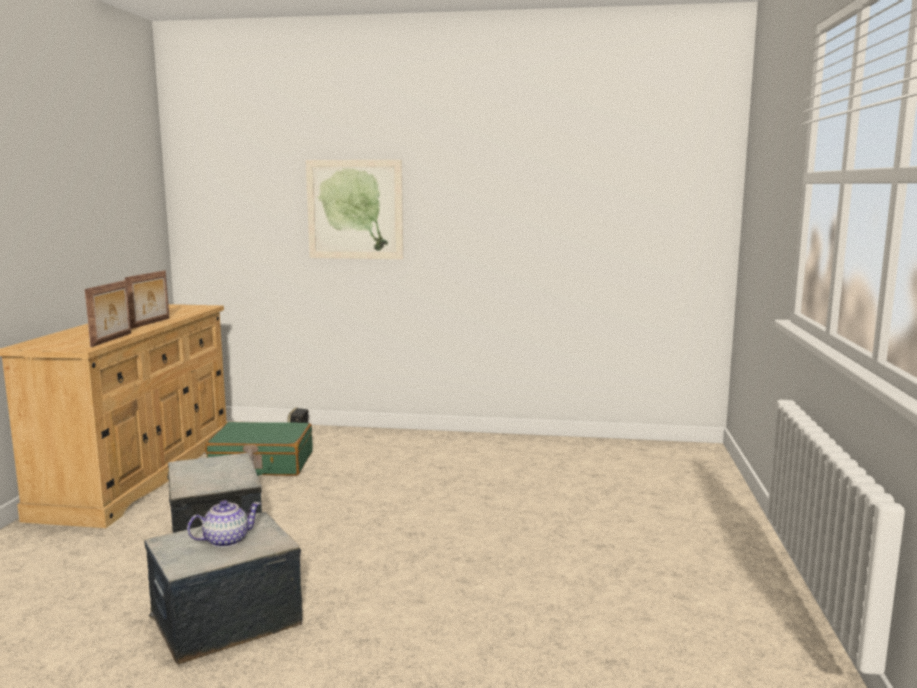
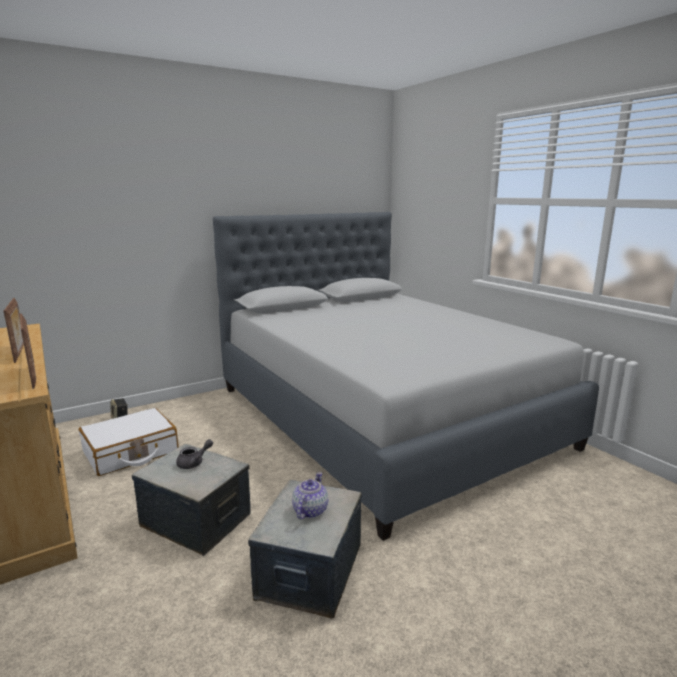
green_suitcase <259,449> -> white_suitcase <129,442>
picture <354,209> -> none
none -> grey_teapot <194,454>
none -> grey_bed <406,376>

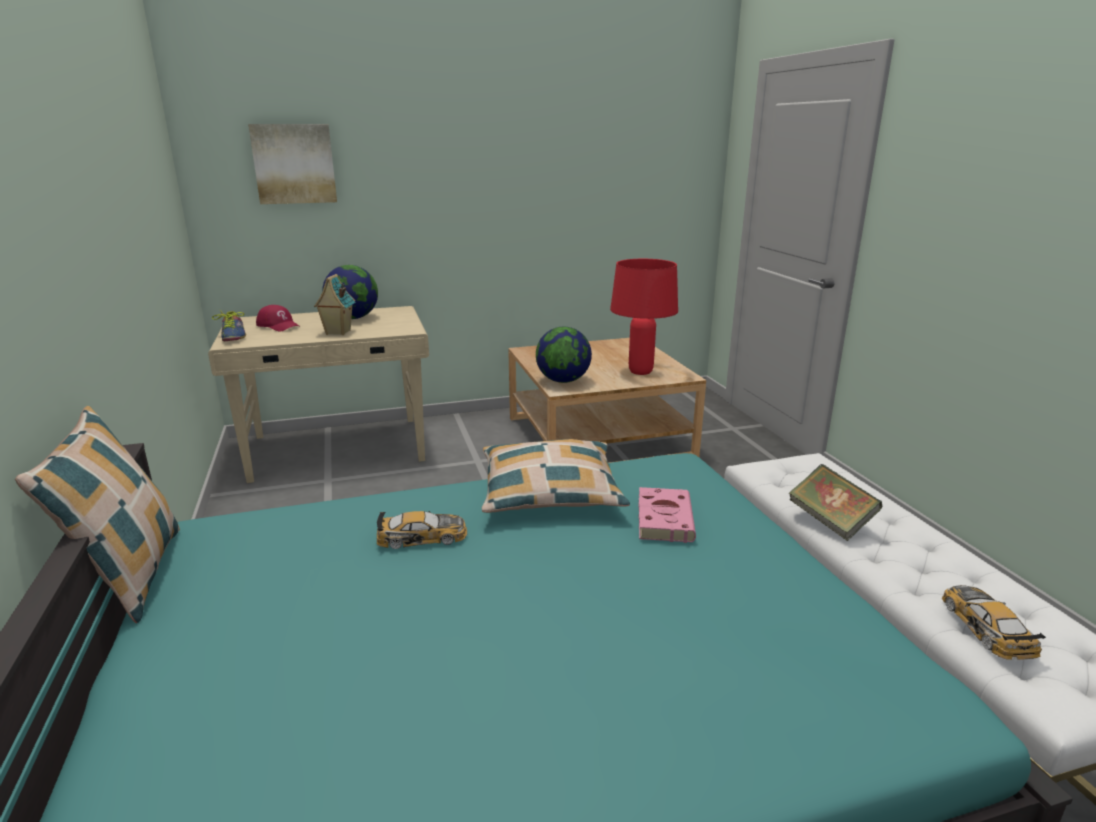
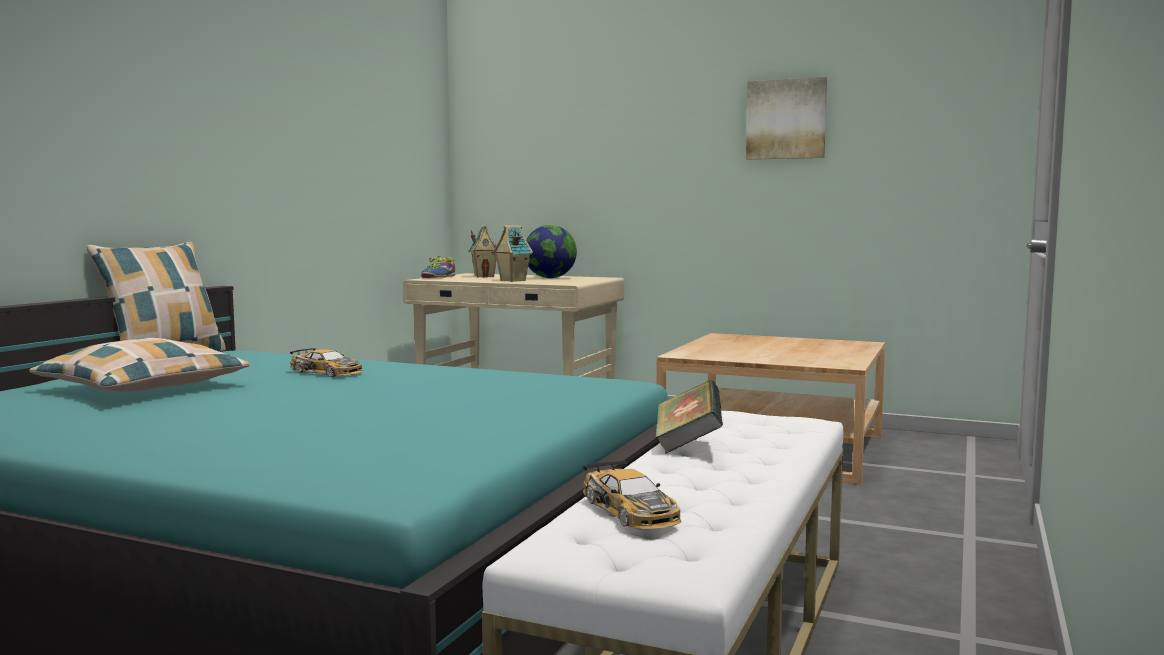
picture <292,164> -> picture <786,118>, moved
red_cap <278,318> -> toy_house <482,251>
pillow <556,476> -> pillow <139,365>, moved
globe <564,355> -> none
red_table_lamp <644,317> -> none
pink_book <667,515> -> none
toy_car <994,622> -> toy_car <632,494>, 120 degrees clockwise

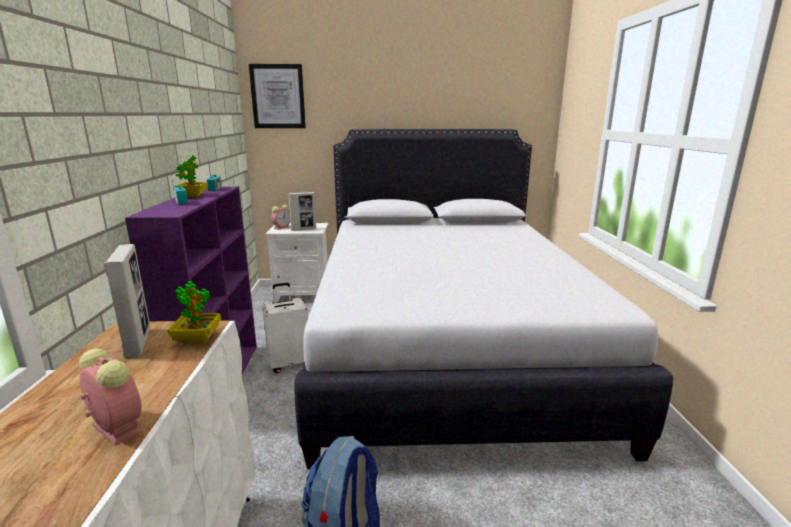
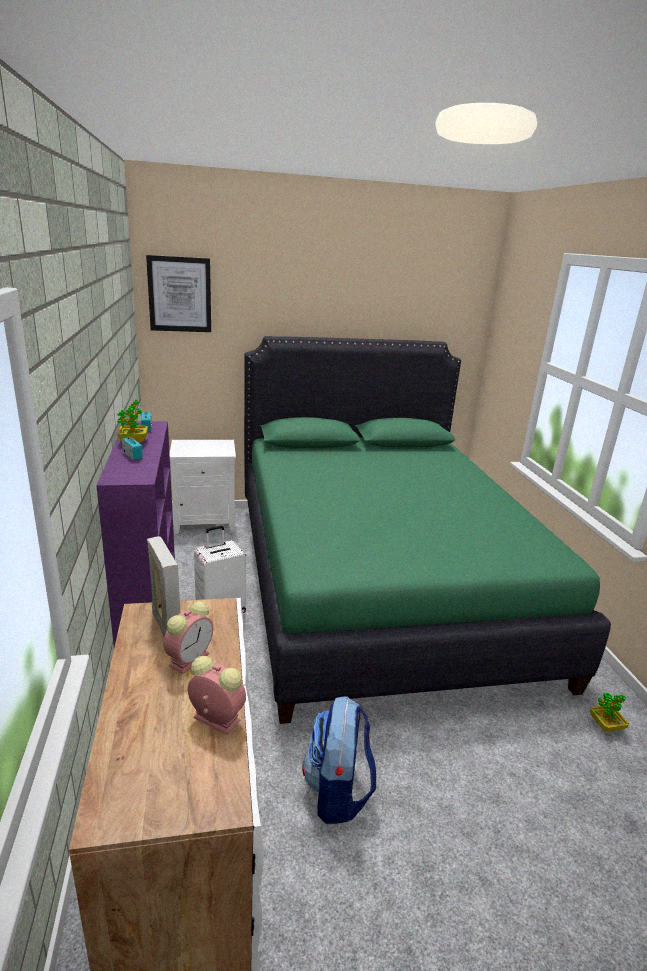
potted_plant <194,312> -> potted_plant <609,712>, moved
alarm_clock <280,217> -> alarm_clock <188,637>, moved
picture_frame <302,211> -> none
white_bed <483,299> -> green_bed <427,530>

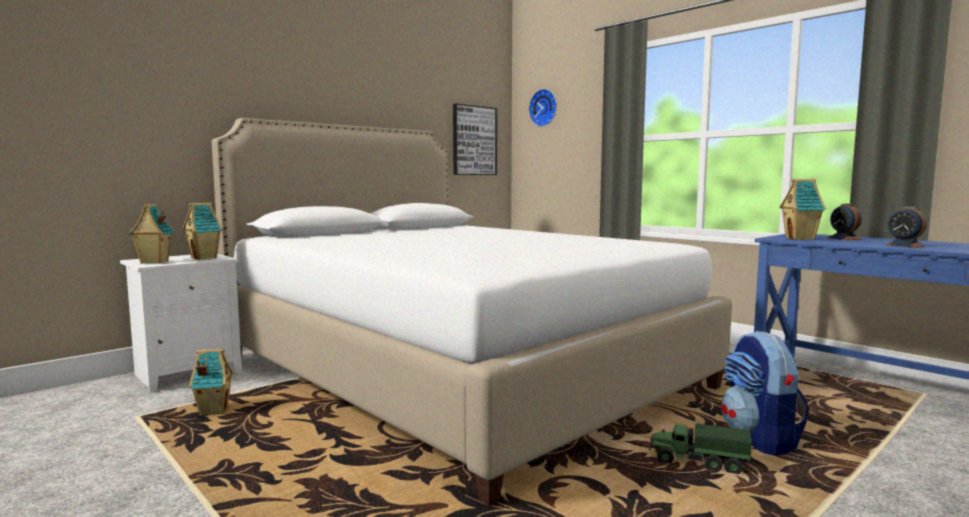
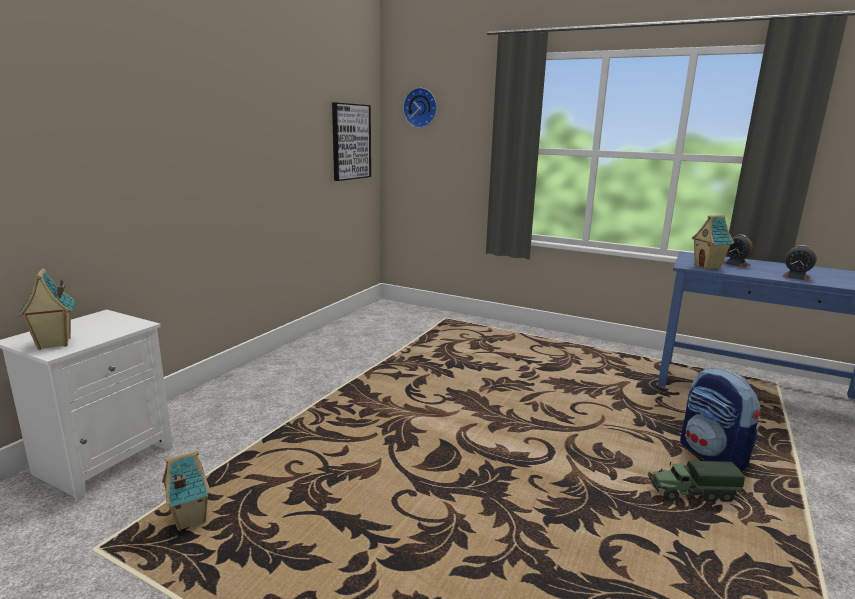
toy_house <202,231> -> none
white_bed <472,312> -> none

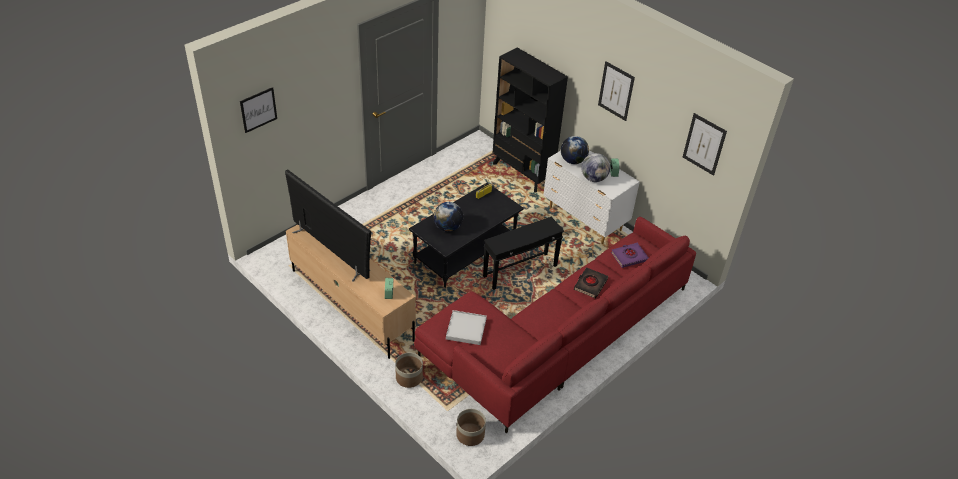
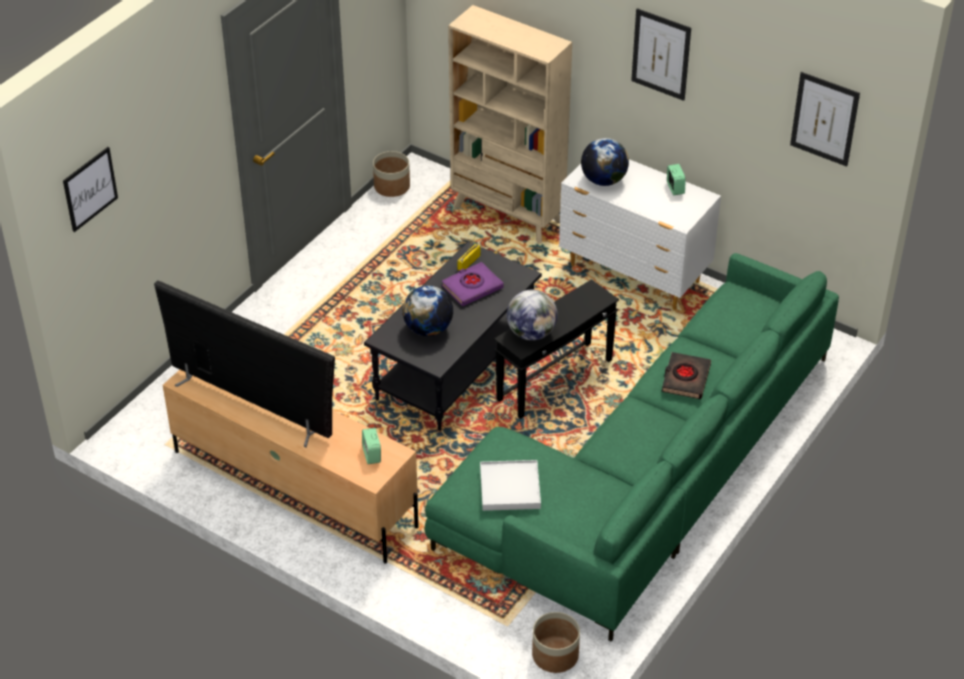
planter <409,370> -> planter <391,174>, moved
red_sofa <555,325> -> green_sofa <632,447>
black_bookcase <530,120> -> beige_bookcase <510,124>
globe <595,167> -> globe <532,314>, moved
purple_book <630,255> -> purple_book <472,284>, moved

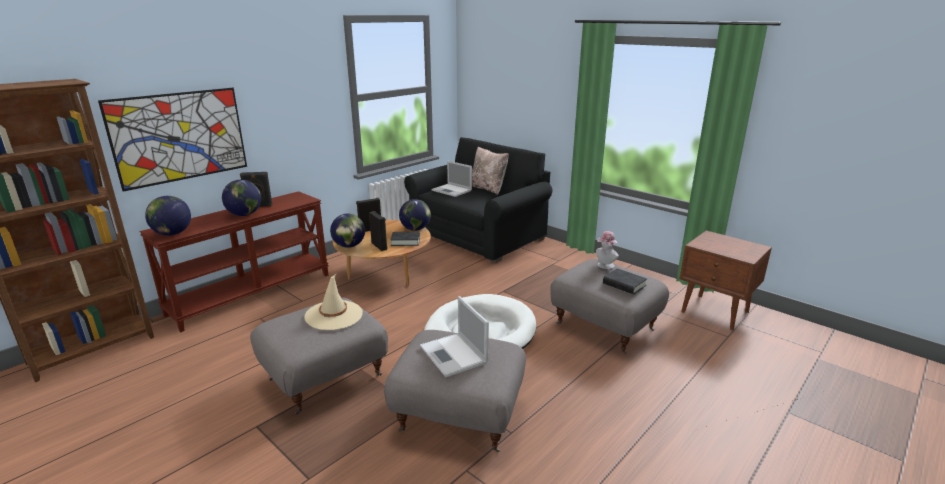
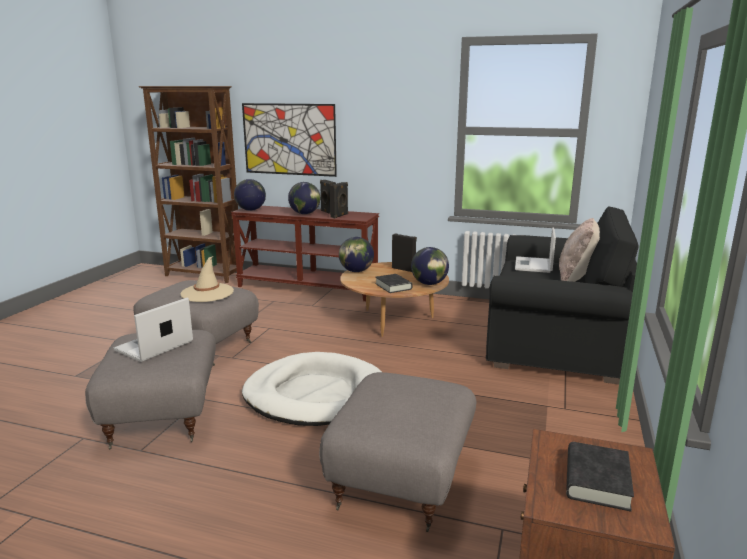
black_speaker <378,231> -> black_speaker <339,200>, moved
hat <607,250> -> none
black_book <625,281> -> black_book <600,477>, moved

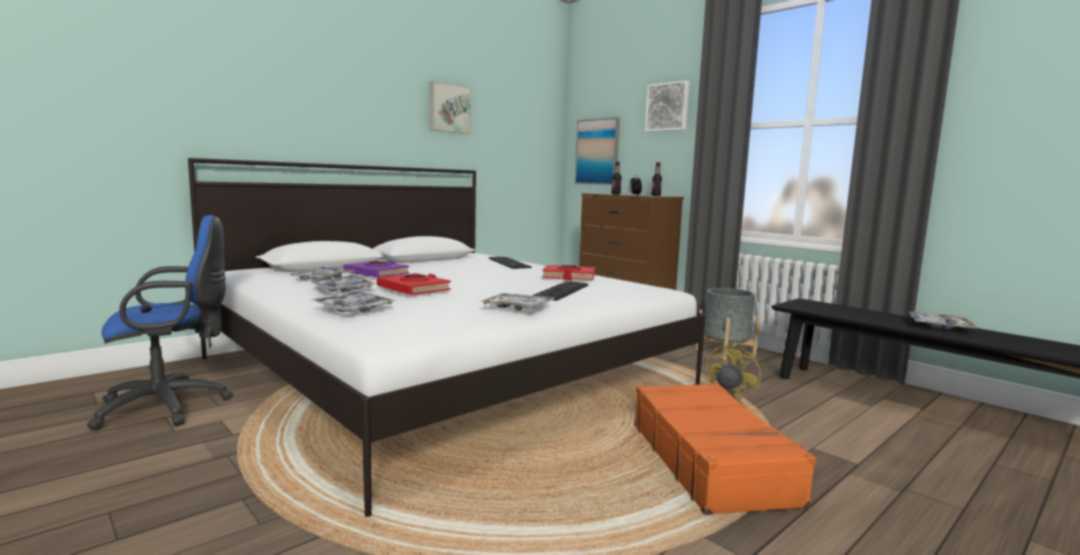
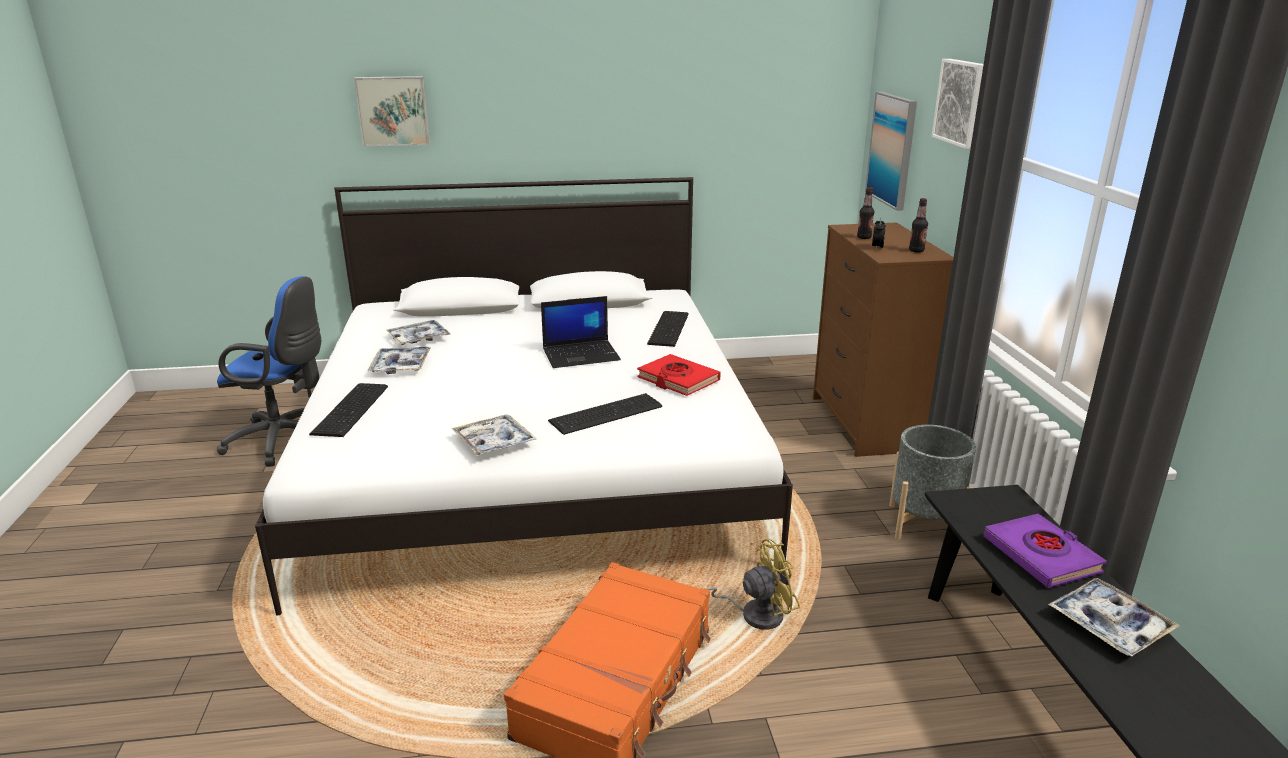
tray <353,302> -> keyboard <348,410>
purple_book <376,269> -> purple_book <1045,551>, moved
red_book <414,284> -> none
picture <450,107> -> picture <392,111>, moved
none -> laptop <581,332>

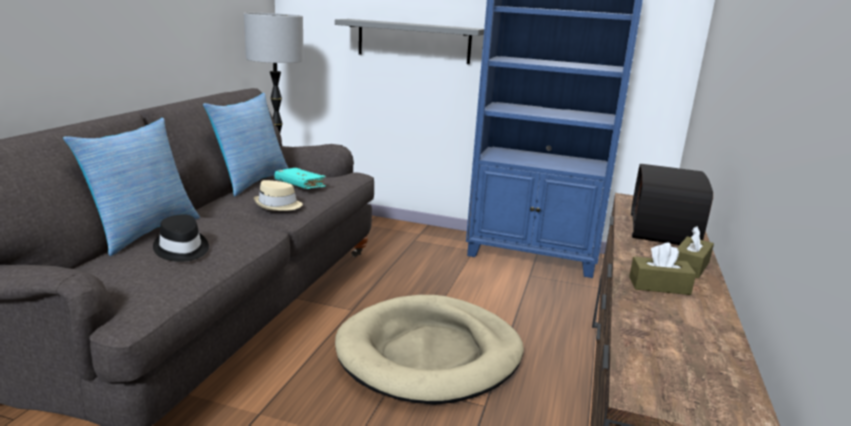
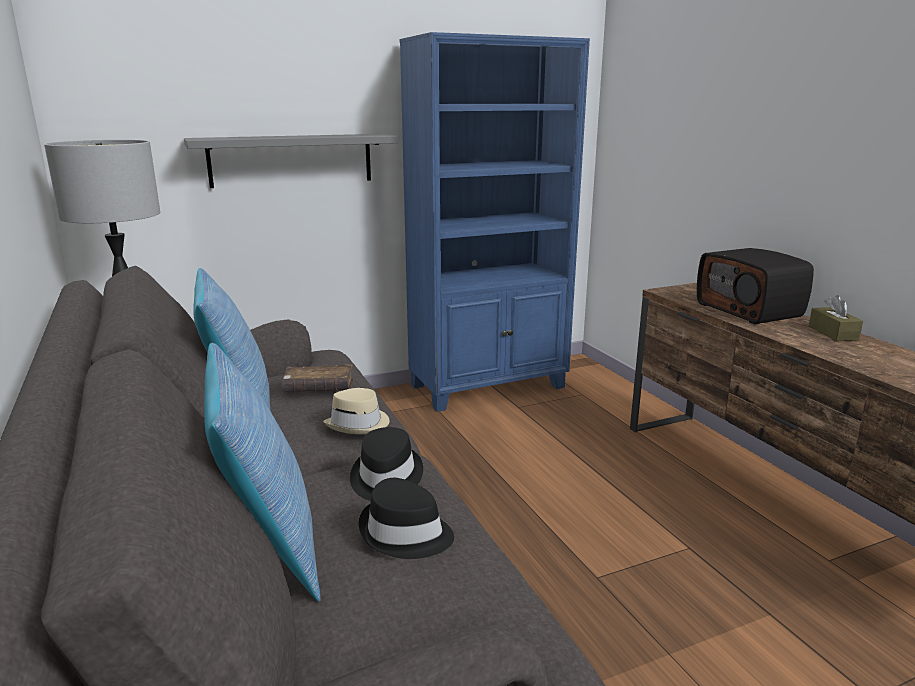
turquoise_book <300,178> -> brown_book <317,378>
beige_dog_bed <429,350> -> none
brown_tissue_box <662,269> -> none
none -> black_hat <386,464>

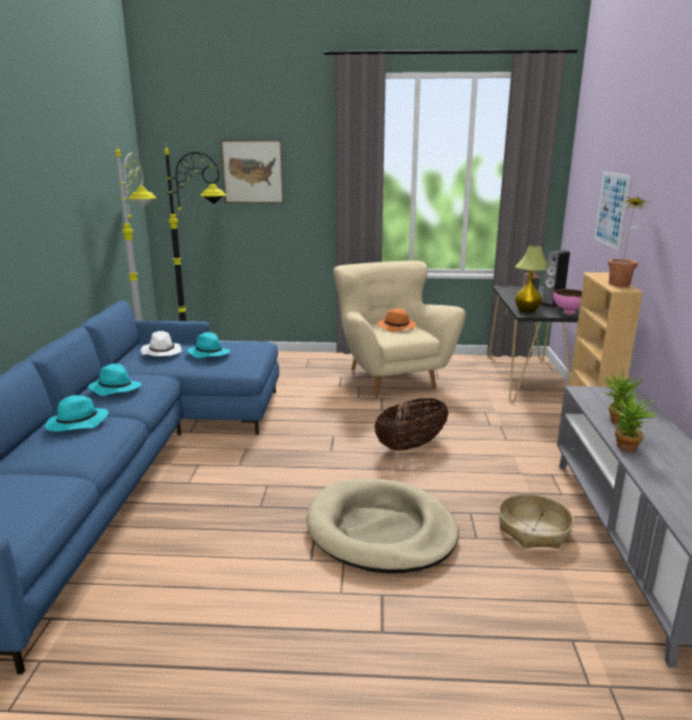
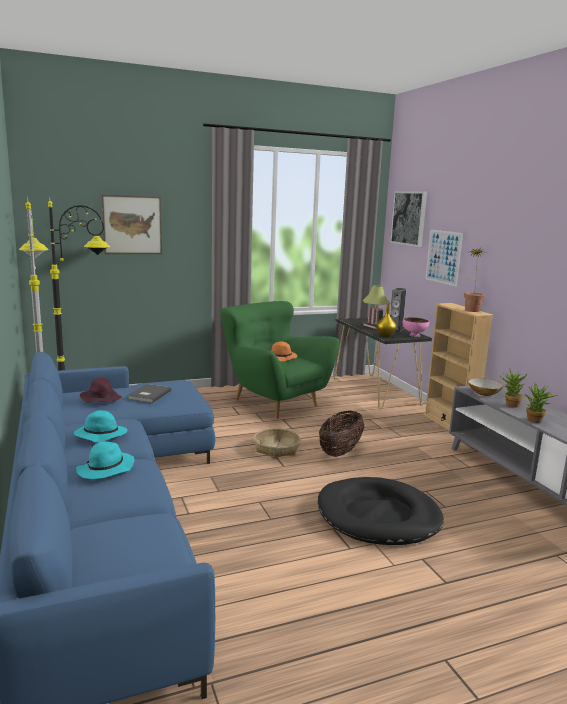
white_hat <161,343> -> purple_hat <101,390>
turquoise_hat <208,345> -> grey_book <149,393>
beige_dog_bed <382,526> -> black_dog_bed <381,511>
beige_armchair <399,329> -> green_armchair <279,360>
basket <536,521> -> basket <277,443>, moved
none -> picture <408,219>
none -> bowl <486,387>

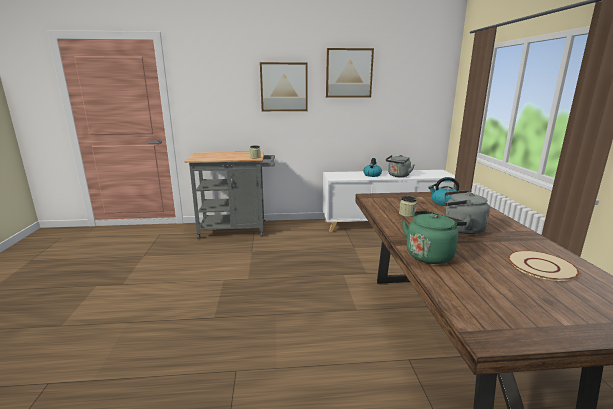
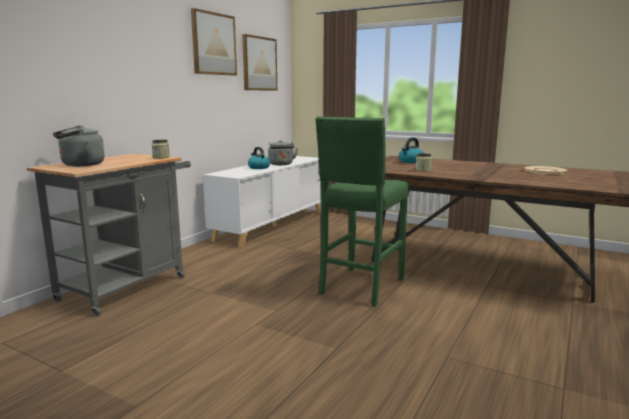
picture <283,86> -> picture <259,62>, moved
green_kettle <434,237> -> none
grey_kettle <467,212> -> grey_kettle <79,145>, moved
none -> green_stool <362,211>

